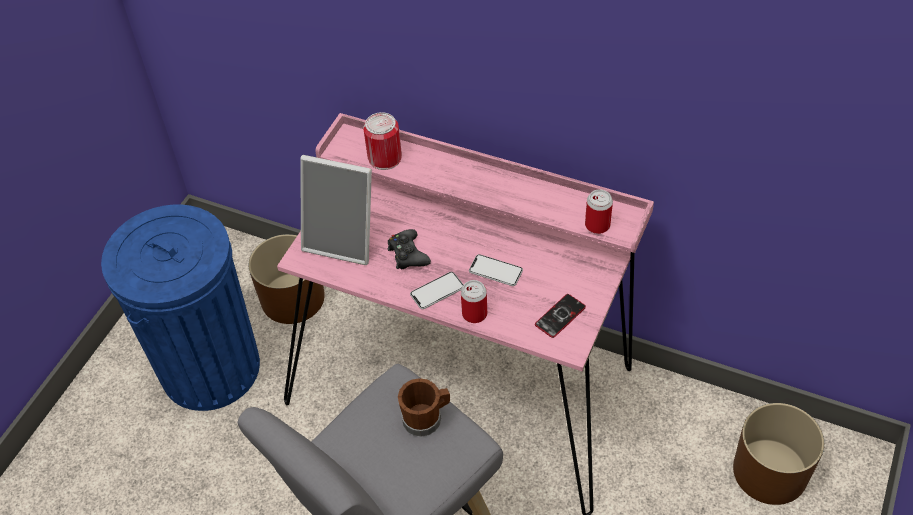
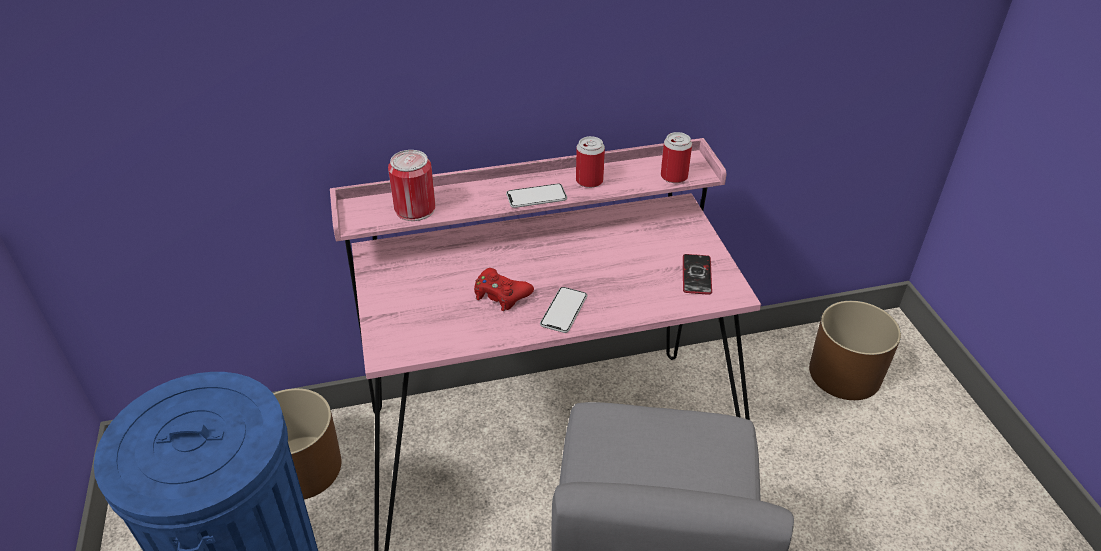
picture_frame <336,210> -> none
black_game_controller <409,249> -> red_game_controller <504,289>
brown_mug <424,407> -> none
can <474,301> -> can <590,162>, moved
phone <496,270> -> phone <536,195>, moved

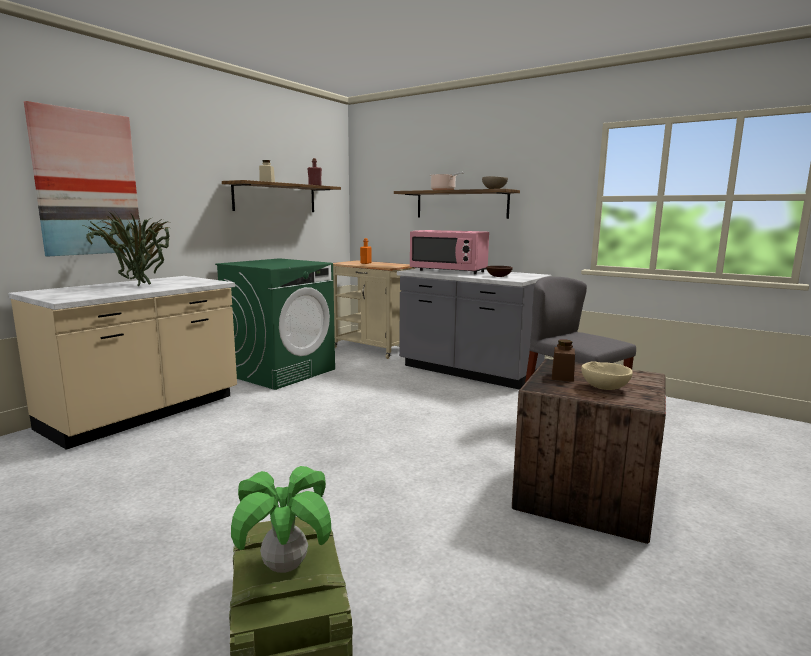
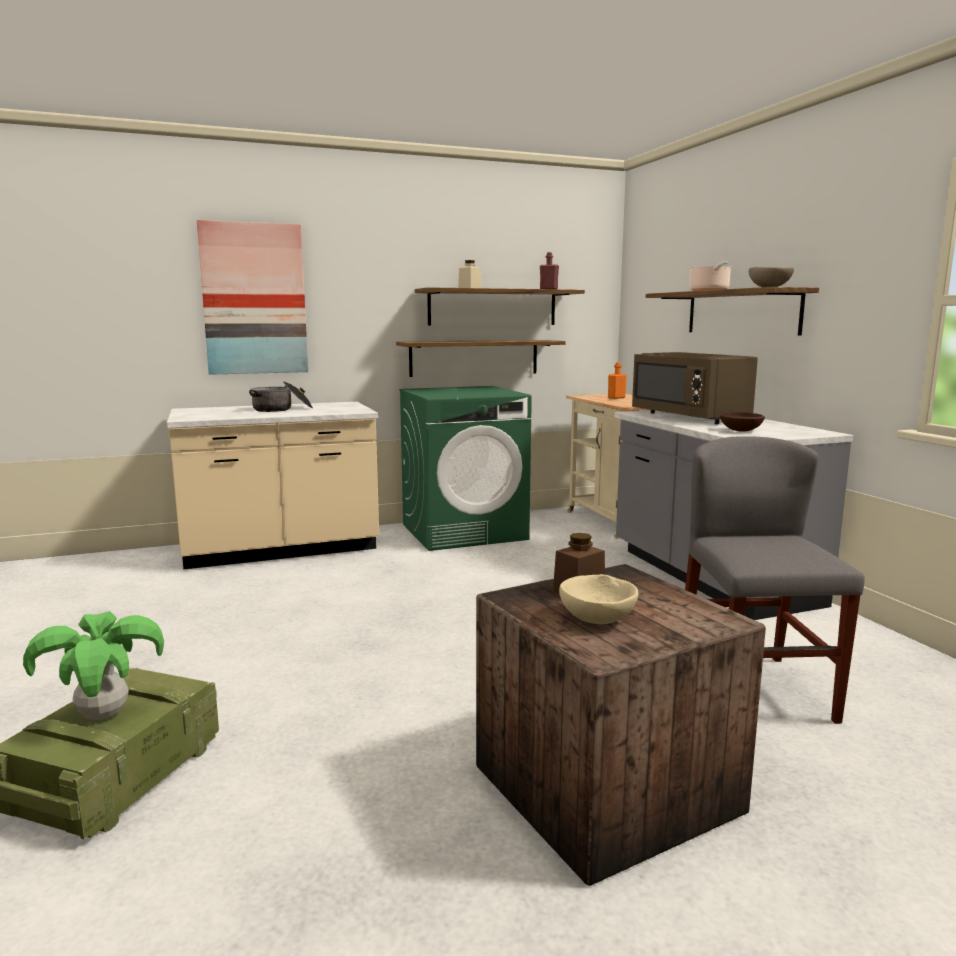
potted_plant <126,248> -> cooking_pot <281,396>
pink_microwave <449,252> -> brown_microwave <695,388>
none -> shelf <481,358>

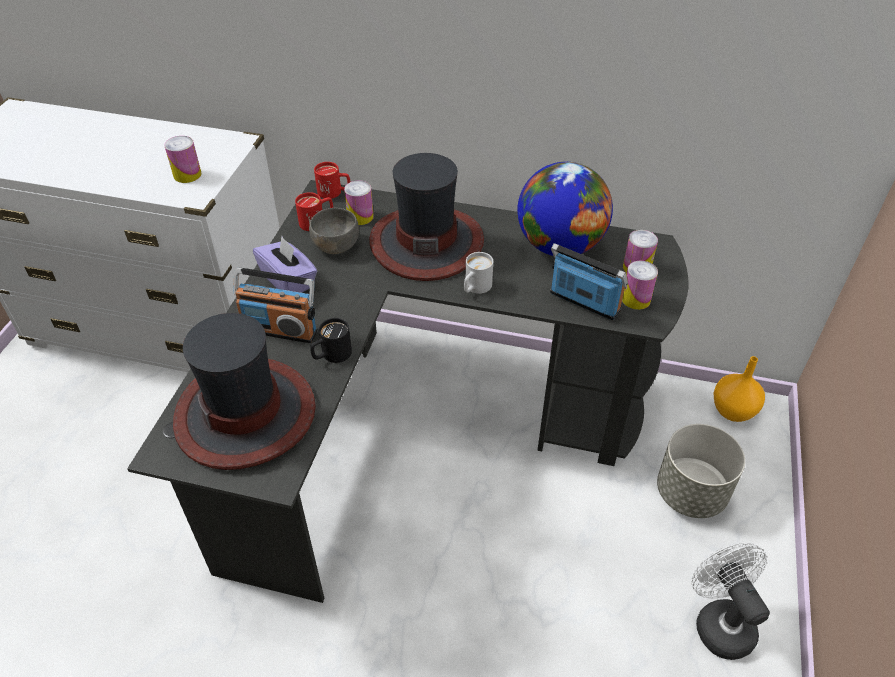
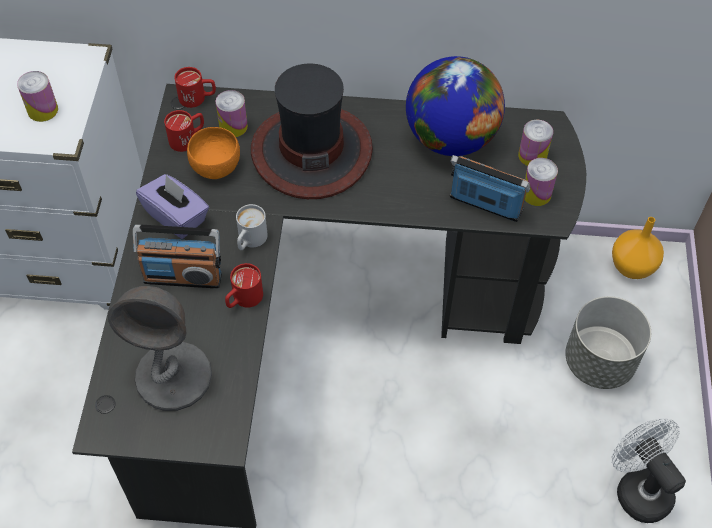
hat <244,391> -> grey_table_lamp <160,348>
grey_bowl <334,231> -> orange_bowl <213,153>
black_mug <331,340> -> red_mug <244,285>
white_mug <478,273> -> white_mug <252,227>, moved

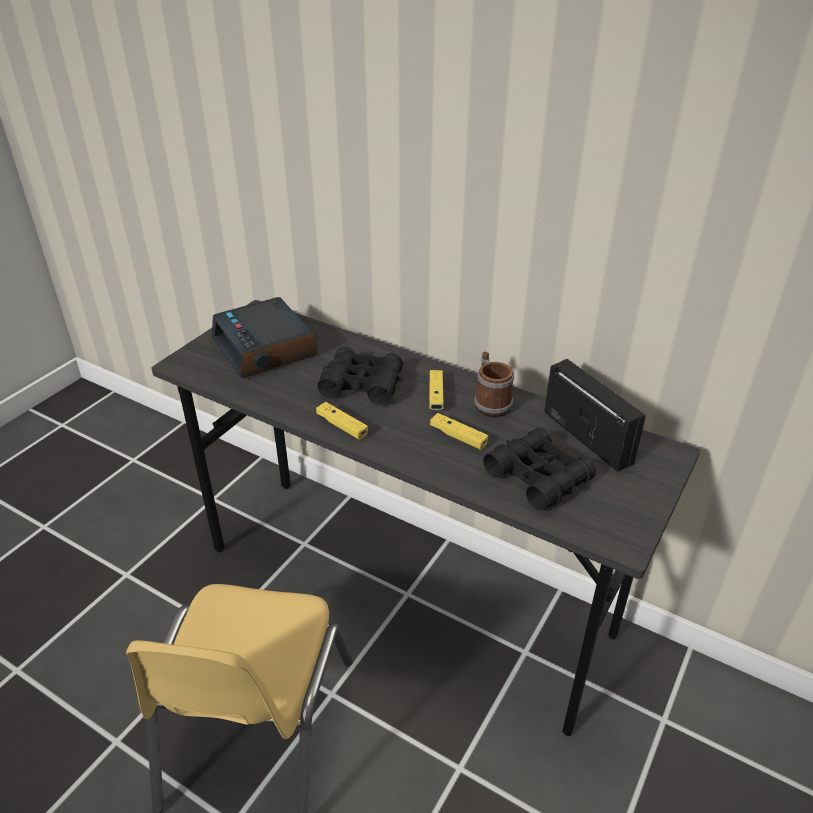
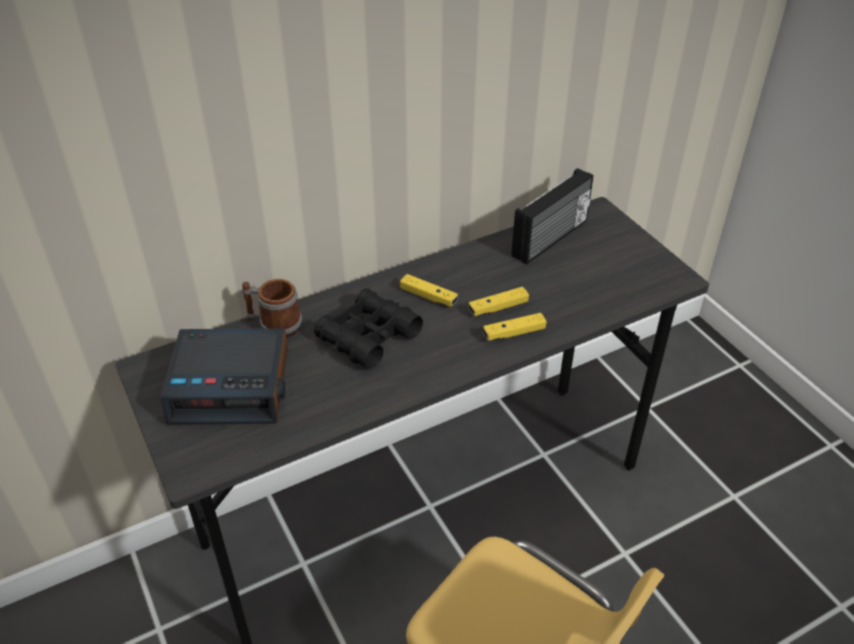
yellow_game_controller <342,421> -> yellow_game_controller <515,327>, moved
mug <494,384> -> mug <272,308>, moved
black_binoculars <539,468> -> none
radio <595,415> -> radio <552,216>, 135 degrees clockwise

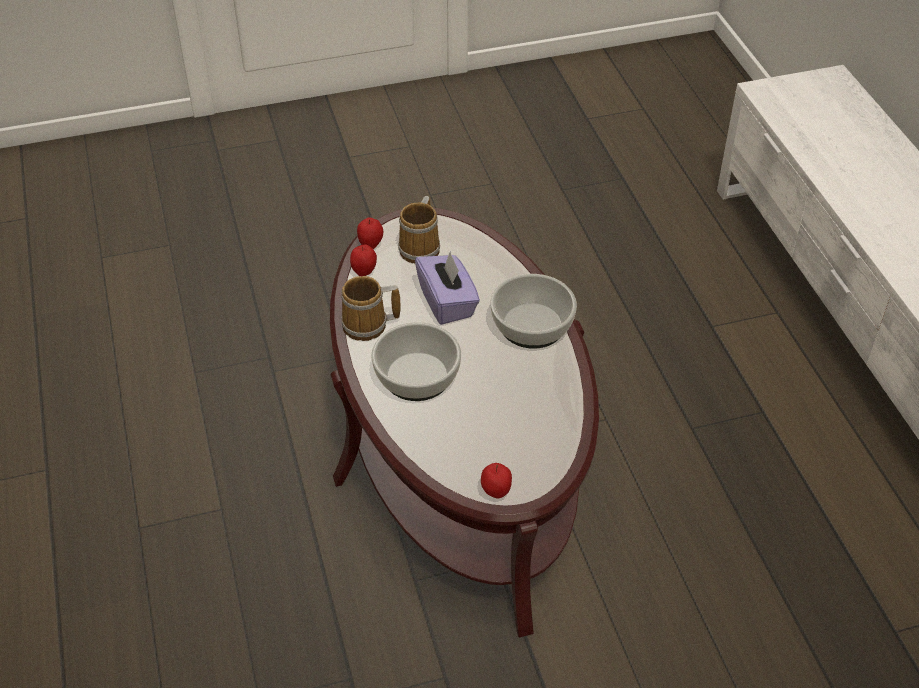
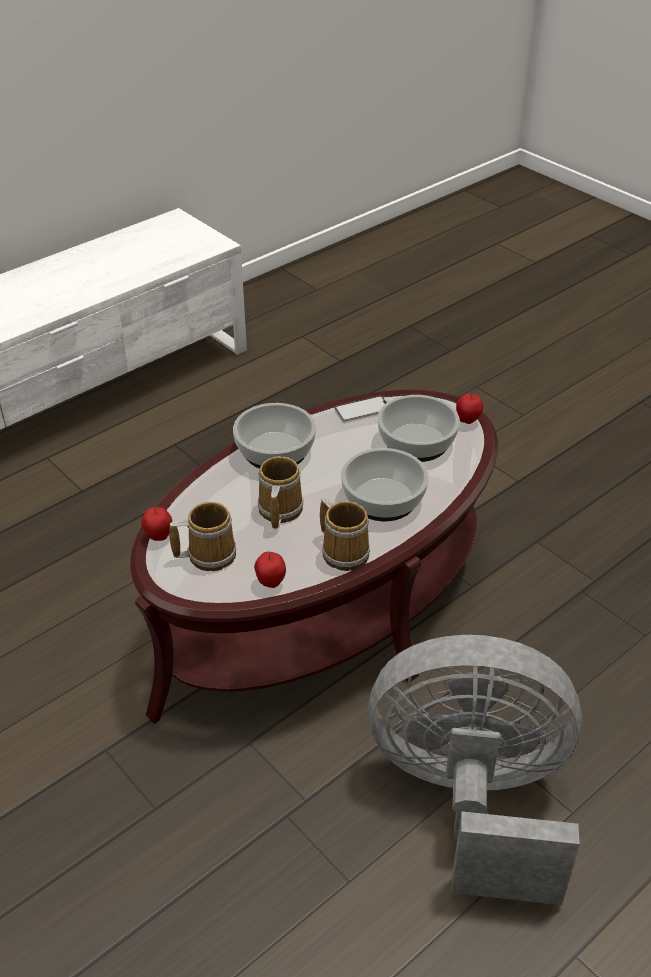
apple <370,233> -> apple <156,524>, moved
purple_tissue_box <447,288> -> mug <280,492>
none -> phone <361,409>
none -> grey_fan <475,770>
none -> bowl <418,428>

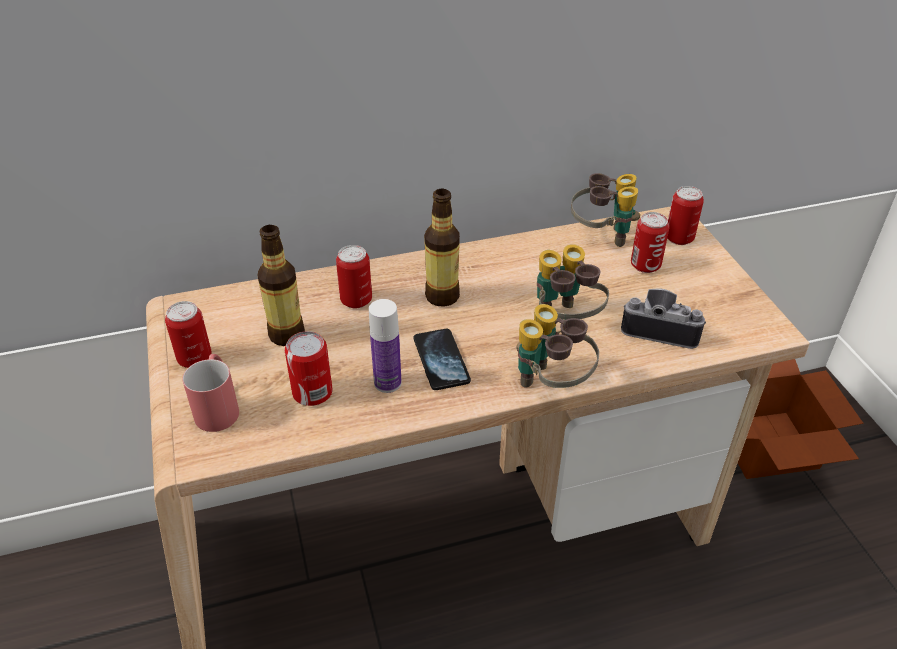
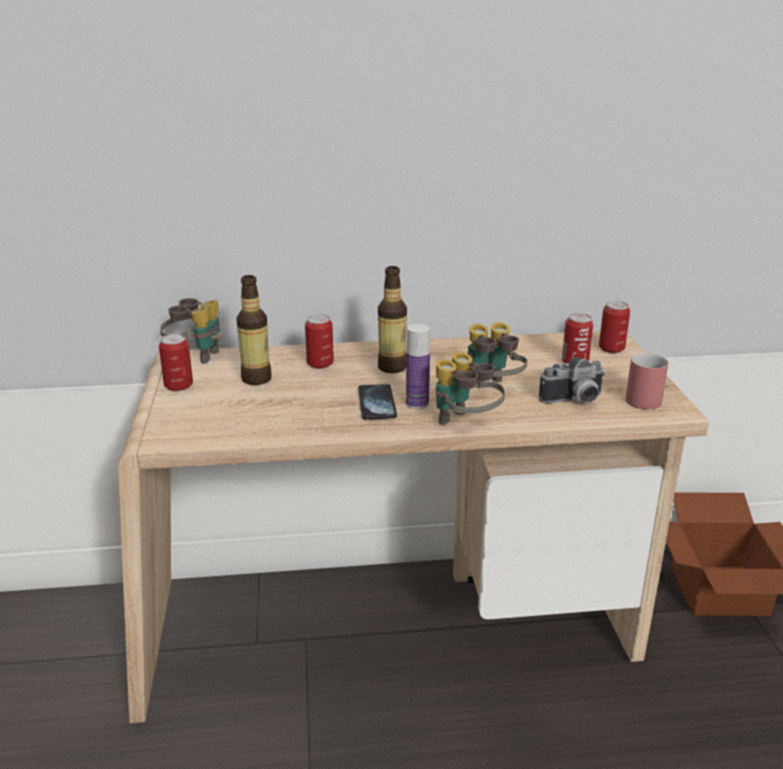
red_mug <210,393> -> red_mug <646,381>, moved
can <309,368> -> none
bottle <385,346> -> bottle <418,366>, moved
binoculars <605,210> -> binoculars <191,331>, moved
photo_camera <663,319> -> photo_camera <572,380>, 135 degrees clockwise

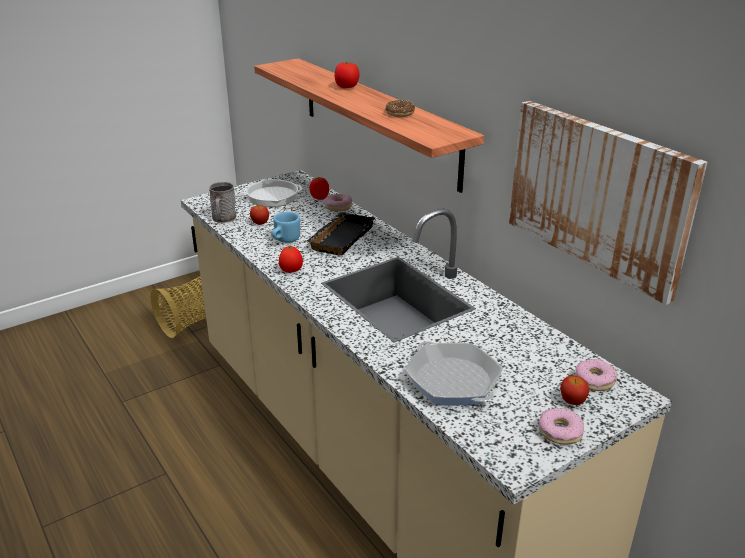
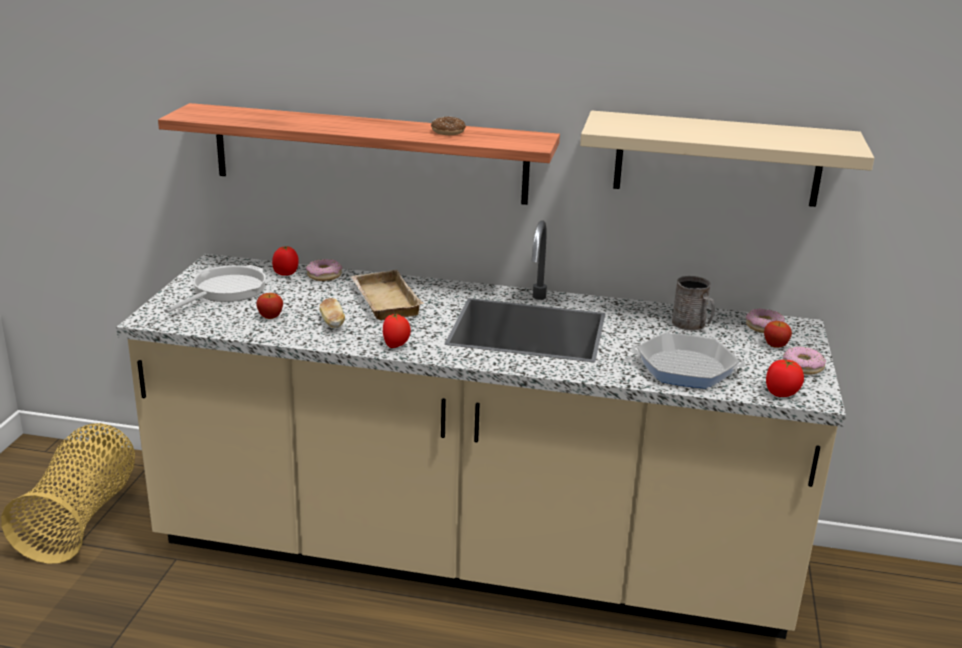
grey_mug <223,202> -> grey_mug <693,303>, moved
blue_mug <286,227> -> bread <332,313>
black_tray <341,234> -> beige_tray <387,295>
tomato <347,75> -> tomato <785,378>, moved
picture <608,203> -> beige_shelf <727,159>

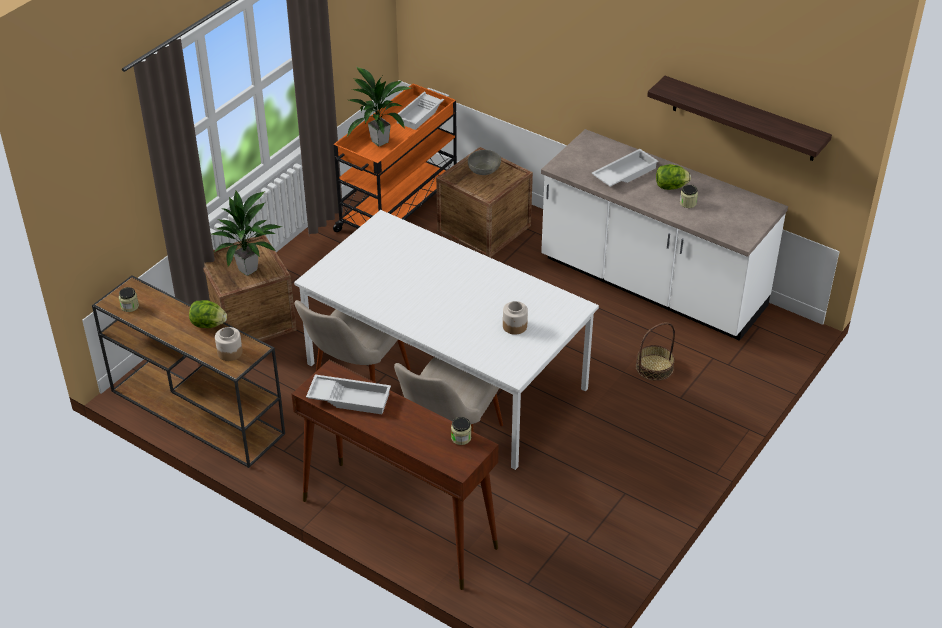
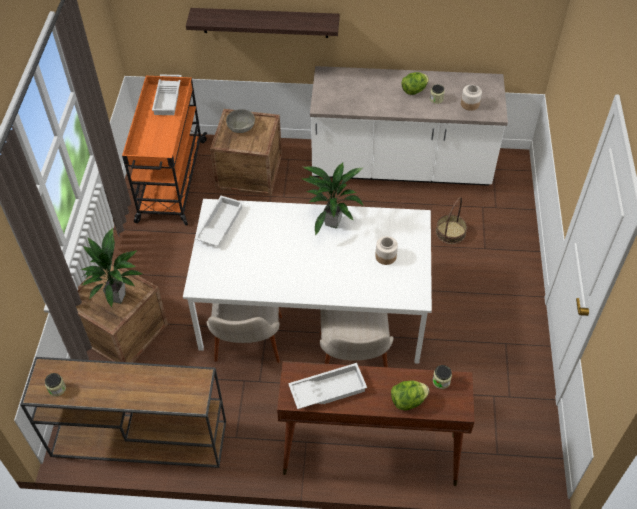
lettuce <208,314> -> lettuce <410,395>, moved
jar <229,344> -> jar <471,98>, moved
potted_plant <379,107> -> potted_plant <333,199>, moved
white_tray <625,168> -> white_tray <218,221>, moved
shelf <739,118> -> shelf <263,23>, moved

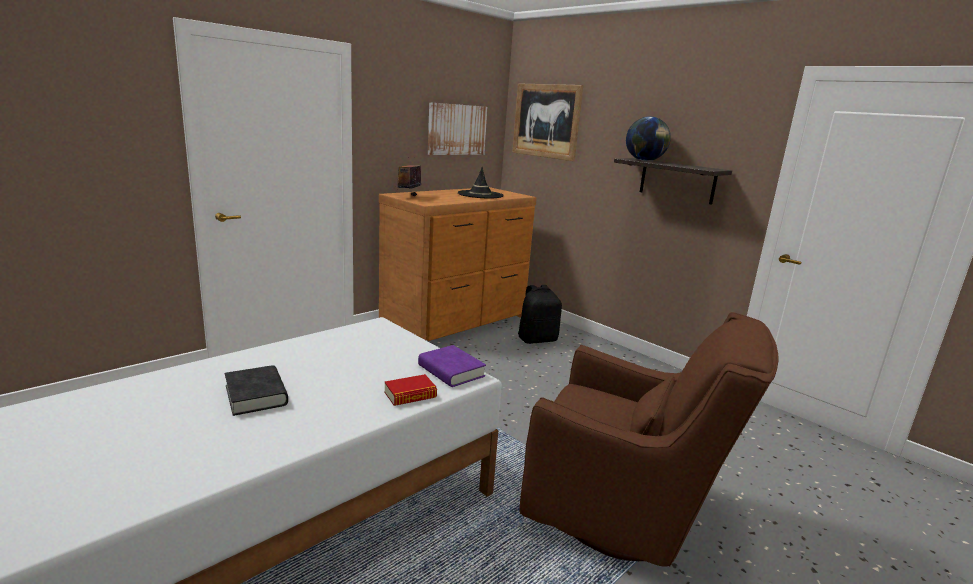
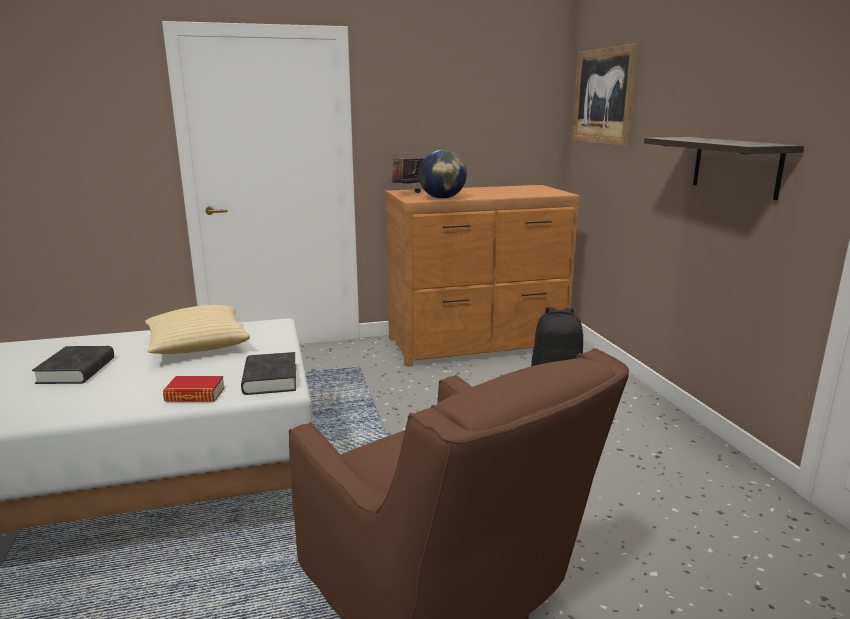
purple_book <452,366> -> black_book <268,373>
picture <457,128> -> none
black_hat <481,182> -> none
globe <648,139> -> globe <443,174>, moved
none -> pillow <197,329>

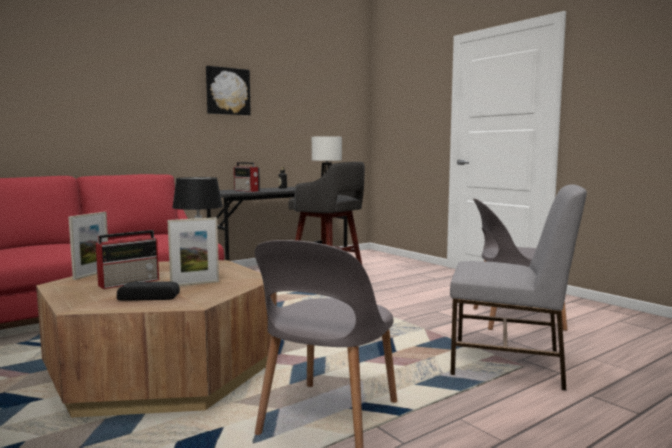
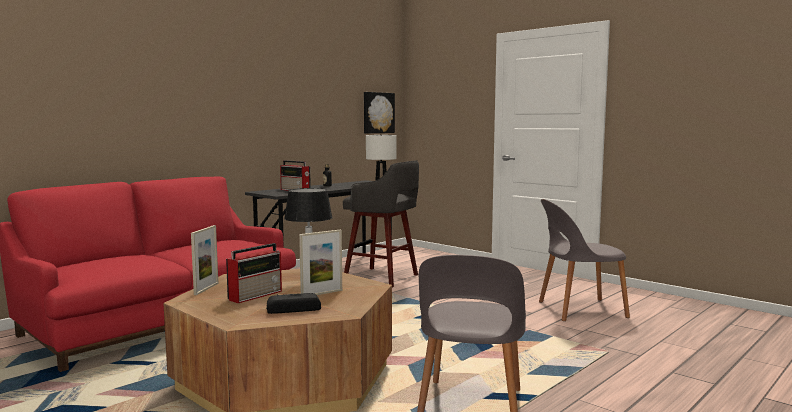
picture <228,90> -> picture <379,112>, moved
grey_chair <518,287> -> none

